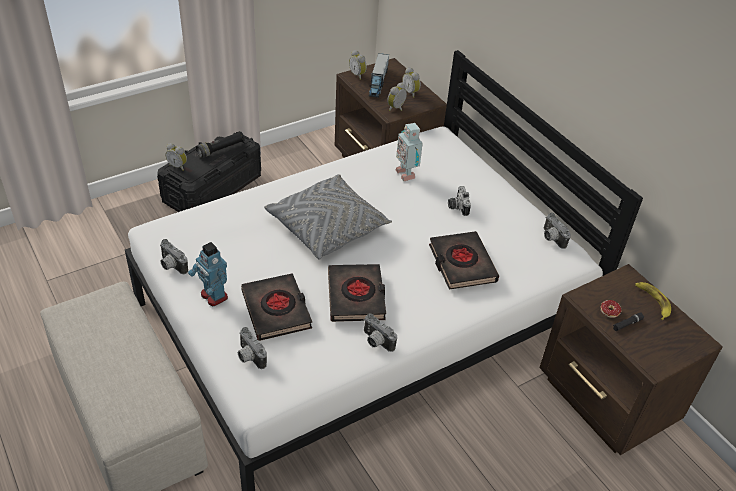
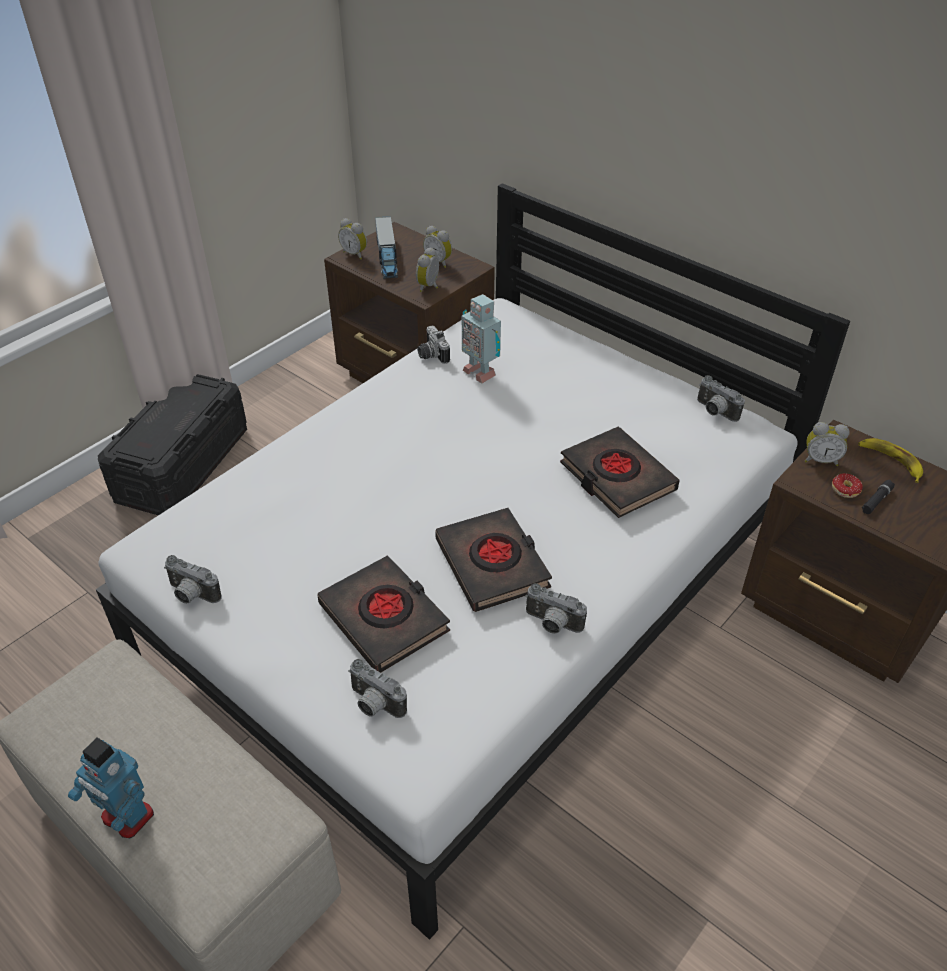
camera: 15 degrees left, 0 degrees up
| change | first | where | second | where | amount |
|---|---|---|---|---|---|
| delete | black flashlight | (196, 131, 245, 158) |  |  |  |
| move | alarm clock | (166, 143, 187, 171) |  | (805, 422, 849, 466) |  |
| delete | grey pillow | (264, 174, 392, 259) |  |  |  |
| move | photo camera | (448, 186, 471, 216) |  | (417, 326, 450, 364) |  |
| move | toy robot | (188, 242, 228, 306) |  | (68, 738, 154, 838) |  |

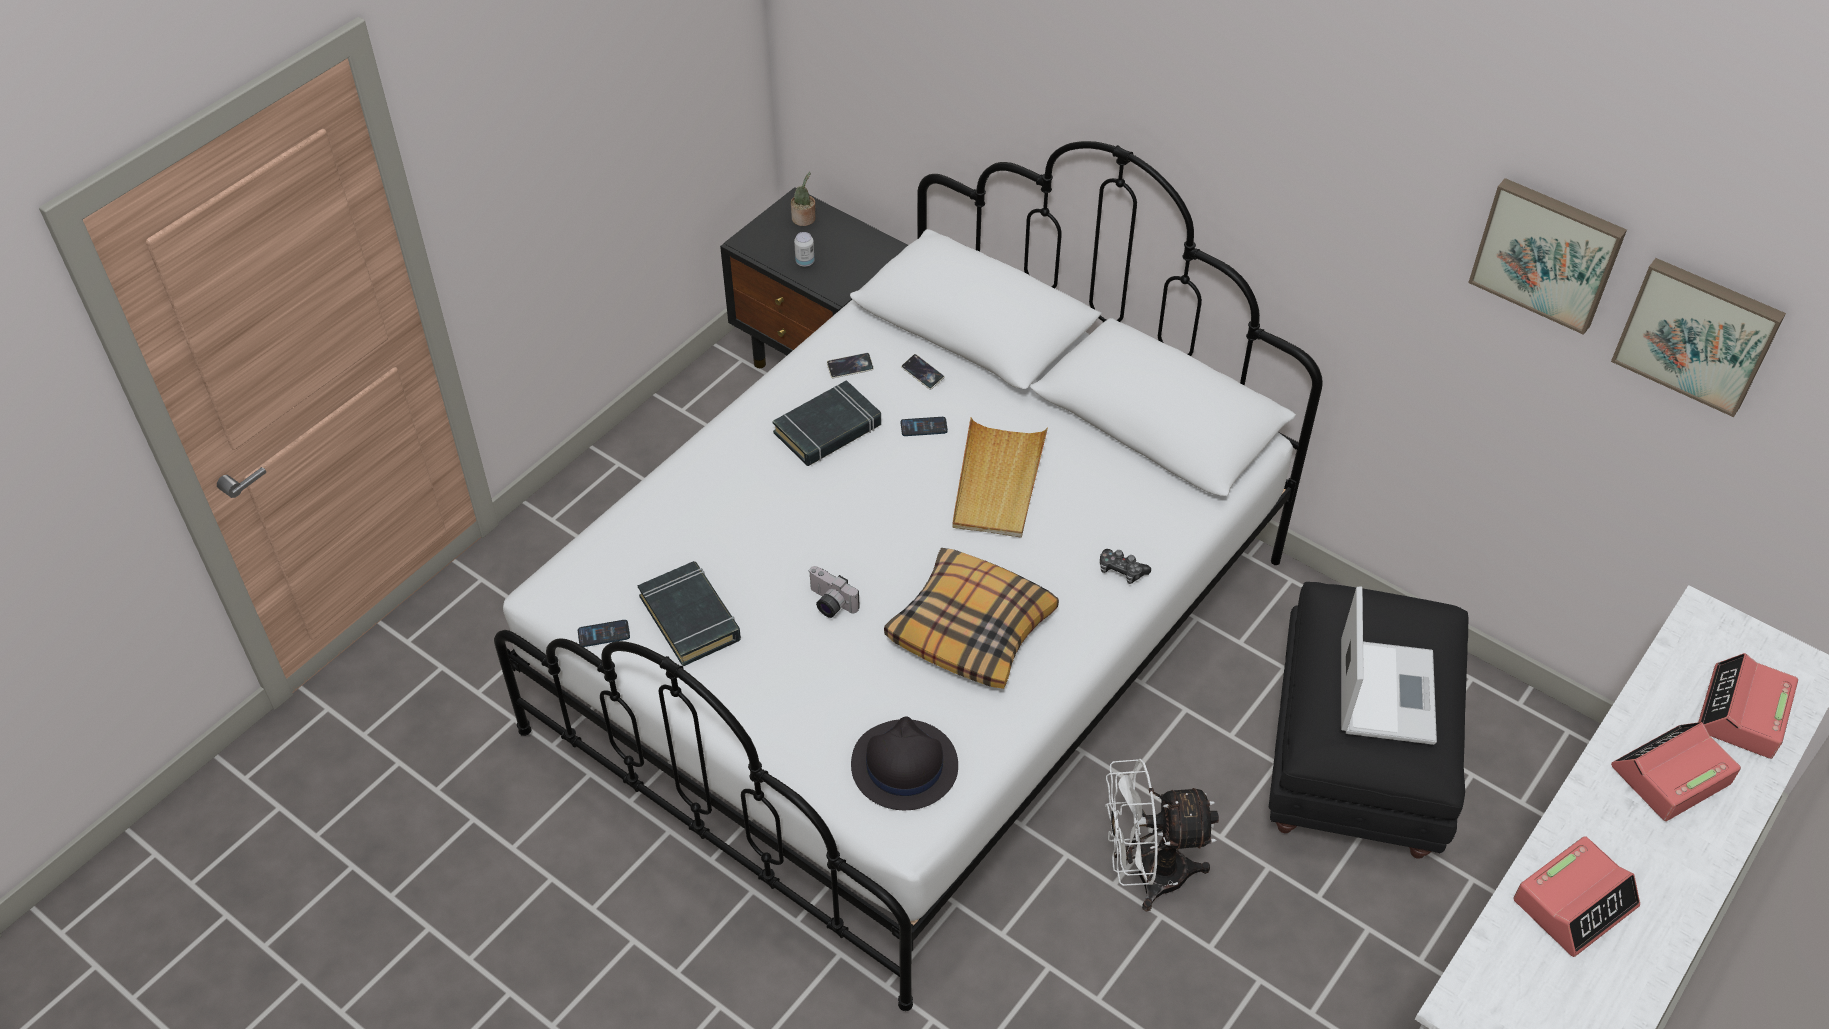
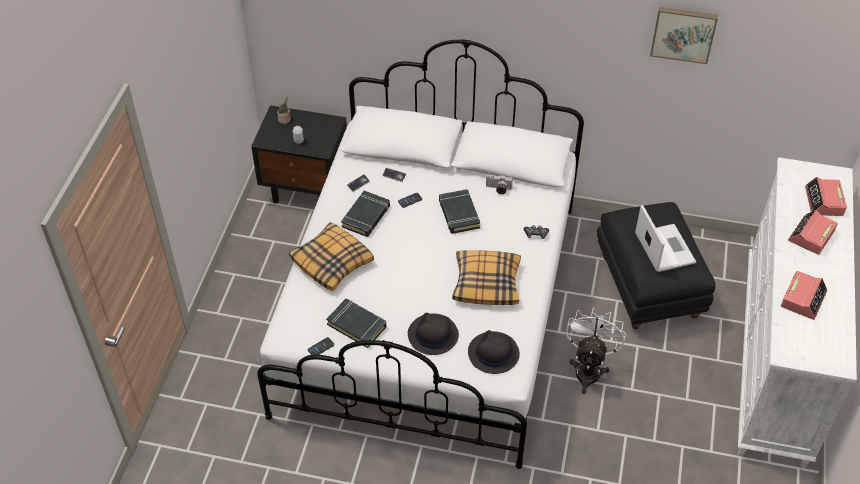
camera: 25 degrees left, 0 degrees up
| change | first | where | second | where | amount |
|---|---|---|---|---|---|
| delete | picture | (1611, 258, 1786, 417) |  |  |  |
| replace | beige tray | (952, 417, 1048, 538) | black book | (439, 189, 480, 234) |  |
| move | photo camera | (808, 566, 860, 618) |  | (486, 174, 513, 194) |  |
| rotate | white fan | (1105, 759, 1219, 912) |  | (566, 307, 626, 394) | 135 degrees clockwise |
| insert |  |  | pillow | (289, 222, 374, 291) |  |
| insert |  |  | black hat | (408, 313, 459, 355) |  |

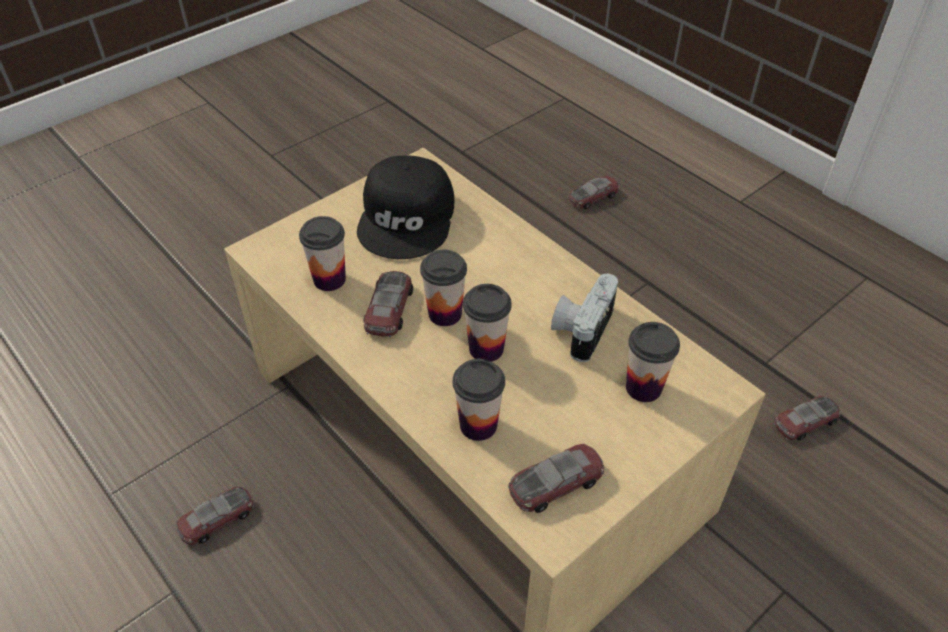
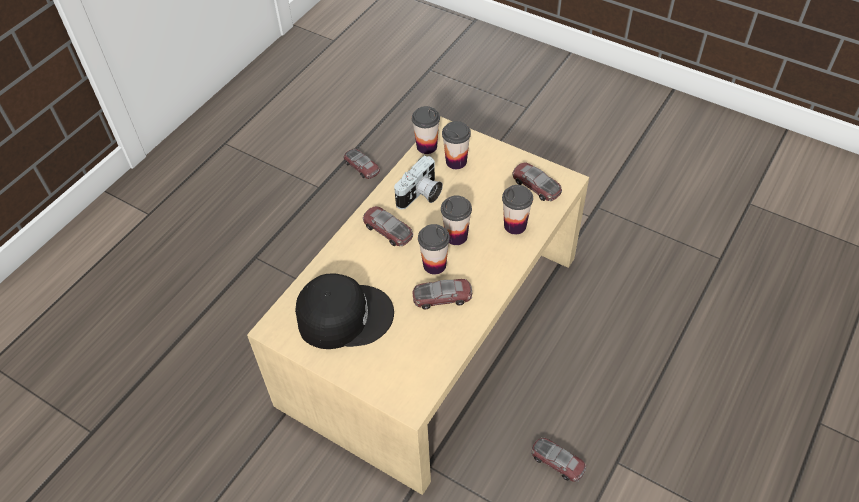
camera: 105 degrees left, 5 degrees up
| change | first | where | second | where | amount |
|---|---|---|---|---|---|
| move | toy car | (568, 176, 619, 209) |  | (363, 206, 414, 246) |  |
| move | cup | (299, 216, 346, 291) |  | (412, 106, 440, 154) |  |
| rotate | photo camera | (551, 274, 618, 362) |  | (394, 156, 443, 209) | 60 degrees counterclockwise |

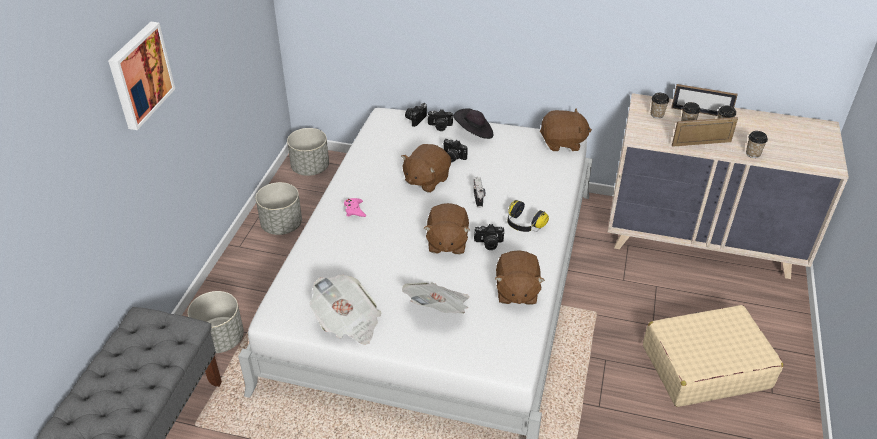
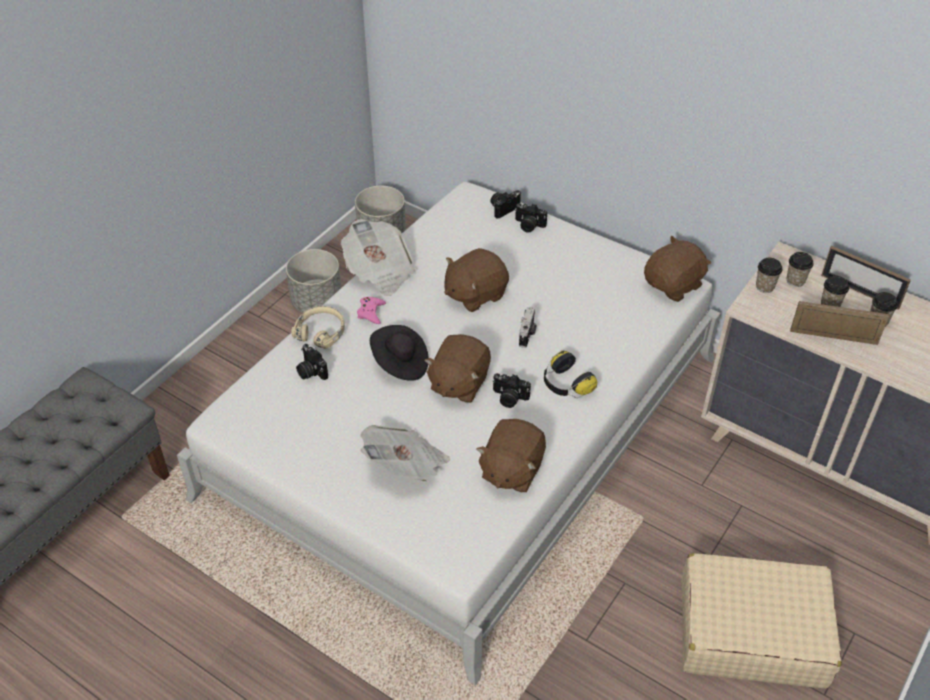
camera: 20 degrees right, 5 degrees up
| change | first | where | second | where | amount |
|---|---|---|---|---|---|
| delete | picture | (108, 22, 175, 130) |  |  |  |
| move | black hat | (453, 108, 493, 139) |  | (370, 325, 429, 381) |  |
| rotate | brown plush toy | (540, 108, 592, 151) |  | (644, 236, 712, 302) | 60 degrees counterclockwise |
| move | cup | (746, 131, 768, 158) |  | (756, 258, 782, 293) |  |
| move | photo camera | (443, 139, 468, 162) |  | (296, 344, 328, 380) |  |
| move | newspaper | (309, 275, 382, 345) |  | (341, 219, 415, 296) |  |
| delete | grey planter | (187, 291, 244, 353) |  |  |  |
| insert |  |  | beige headphones | (291, 306, 345, 349) |  |

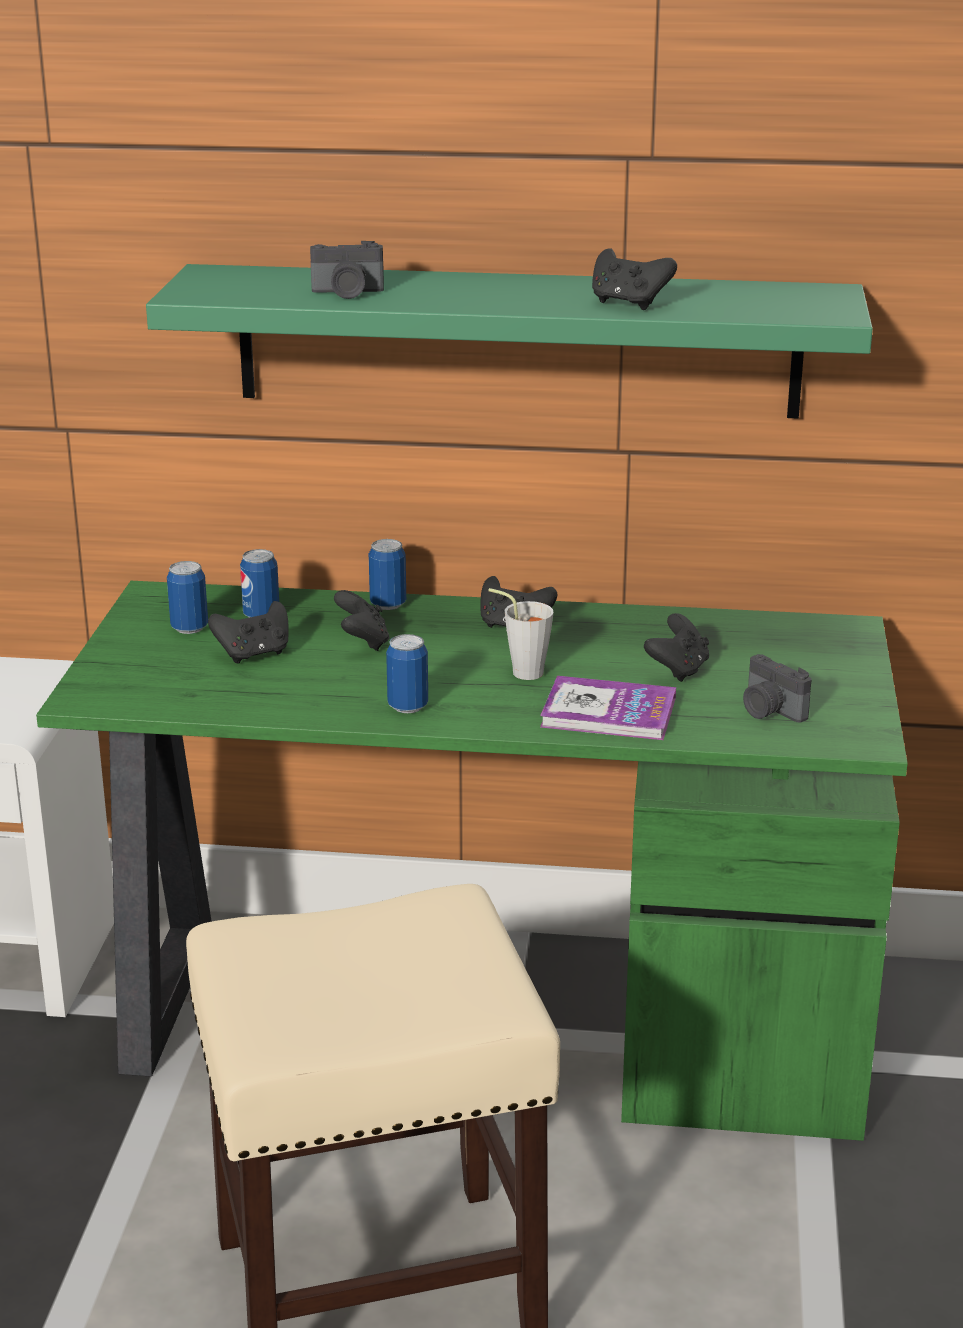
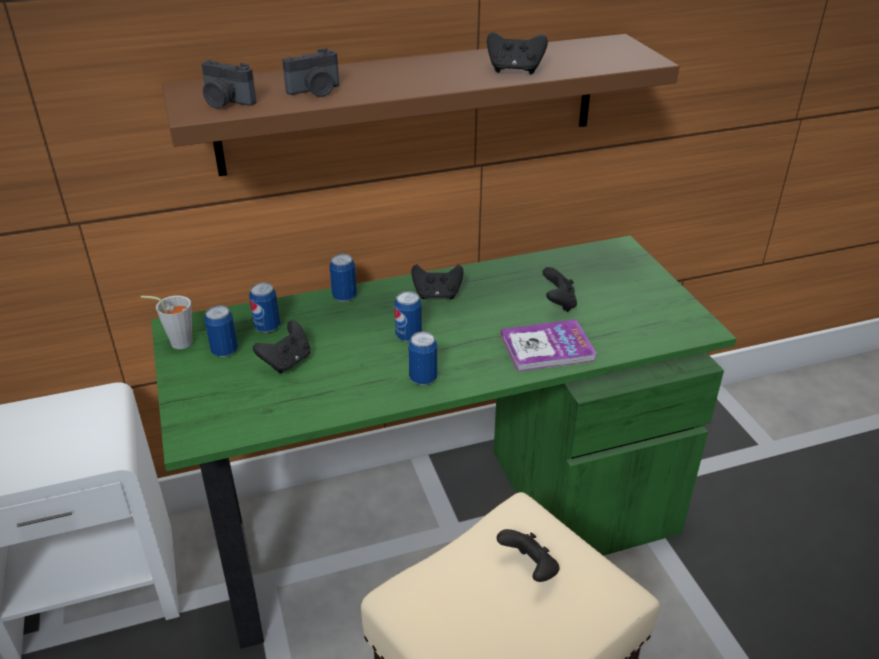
camera: 25 degrees left, 10 degrees up
| change | first | where | second | where | amount |
|---|---|---|---|---|---|
| recolor | green shelf | (146, 264, 873, 419) | brown shelf | (162, 34, 679, 176) |  |
| move | grey cup | (488, 588, 553, 680) |  | (141, 295, 193, 349) |  |
| move | black game controller | (334, 590, 390, 651) |  | (497, 529, 559, 582) |  |
| move | photo camera | (743, 654, 812, 723) |  | (201, 60, 257, 109) |  |
| insert |  |  | can | (394, 291, 422, 342) |  |

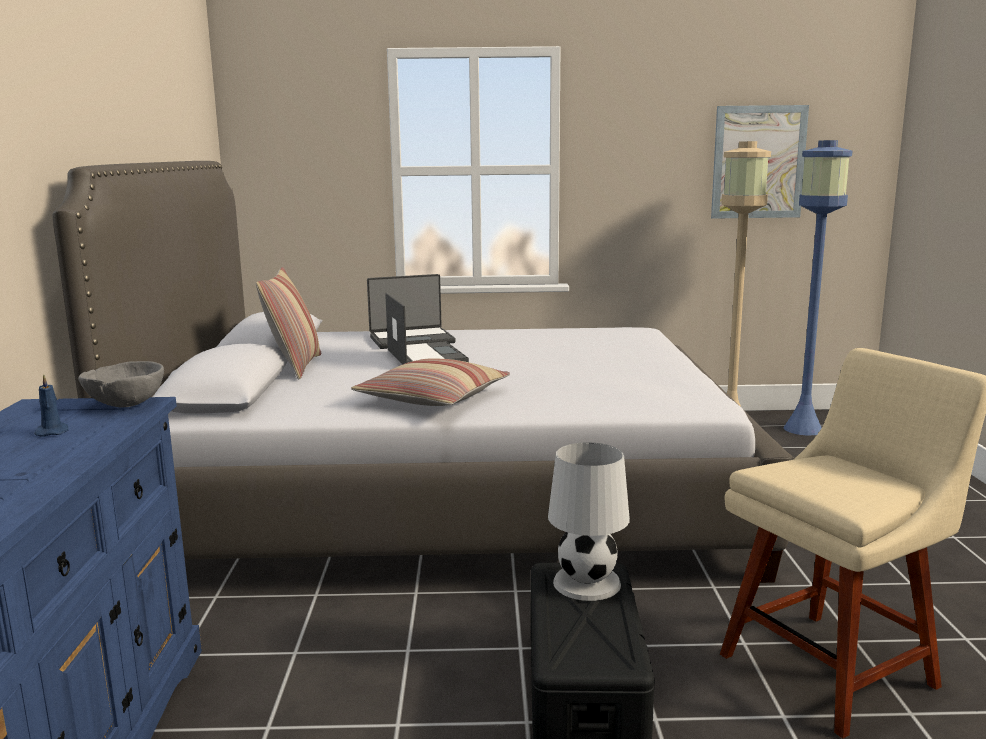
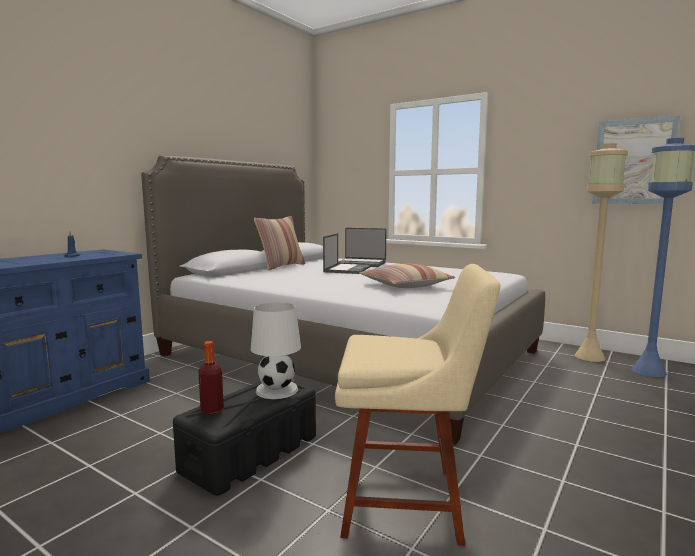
camera: 35 degrees right, 5 degrees down
| change | first | where | second | where | amount |
|---|---|---|---|---|---|
| move | pillow | (351, 358, 510, 406) |  | (359, 263, 455, 288) |  |
| delete | grey bowl | (78, 361, 164, 407) |  |  |  |
| insert |  |  | bottle | (198, 341, 224, 415) |  |

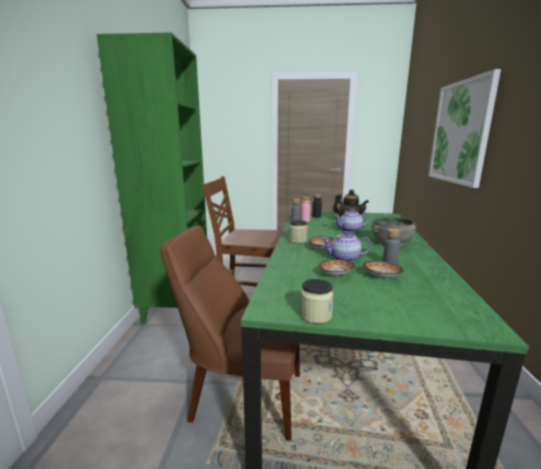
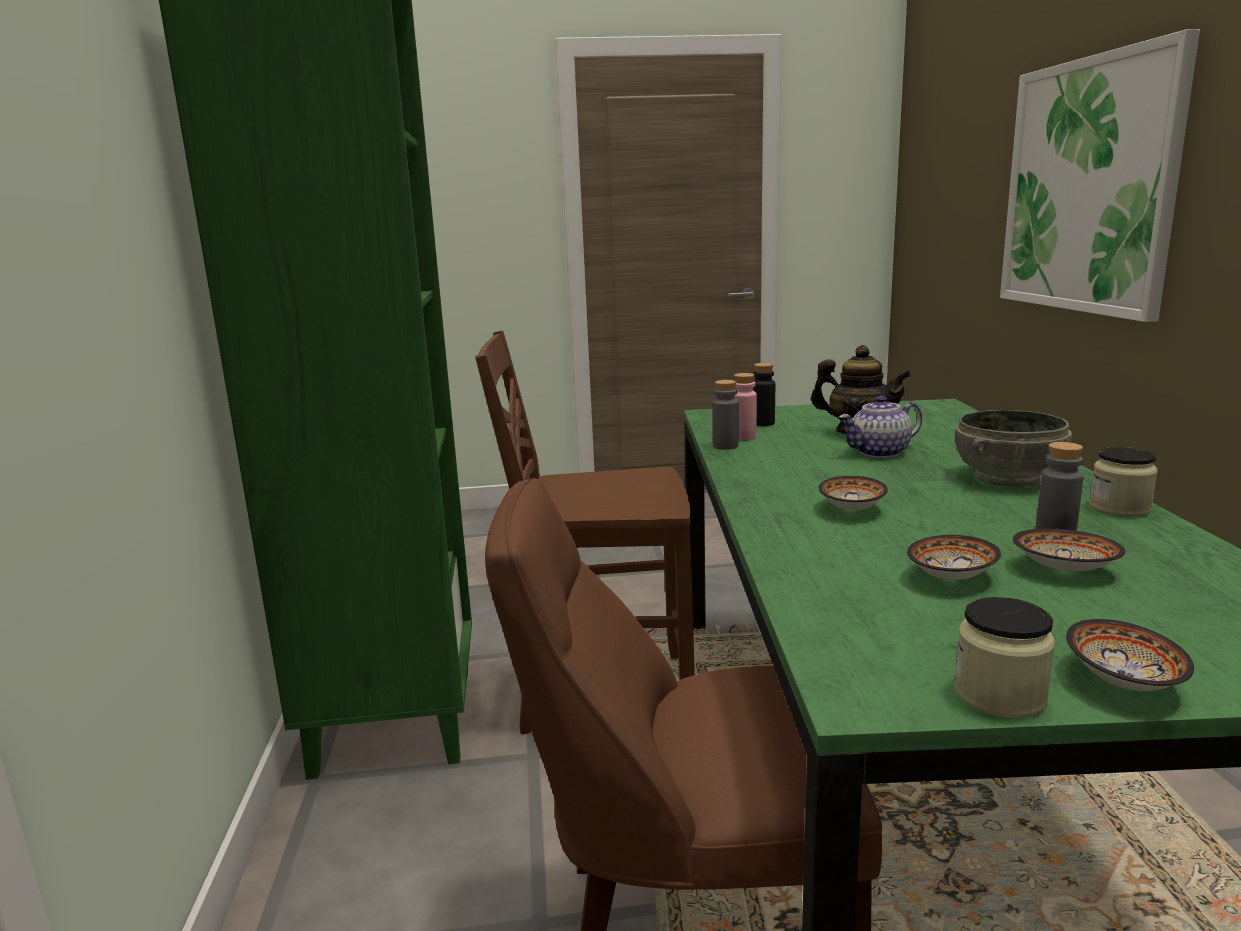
camera: 10 degrees left, 0 degrees up
| change | first | where | second | where | amount |
|---|---|---|---|---|---|
| move | jar | (289, 220, 308, 243) |  | (1089, 447, 1158, 517) |  |
| delete | teapot | (321, 231, 372, 262) |  |  |  |
| insert |  |  | bowl | (1066, 619, 1194, 691) |  |

